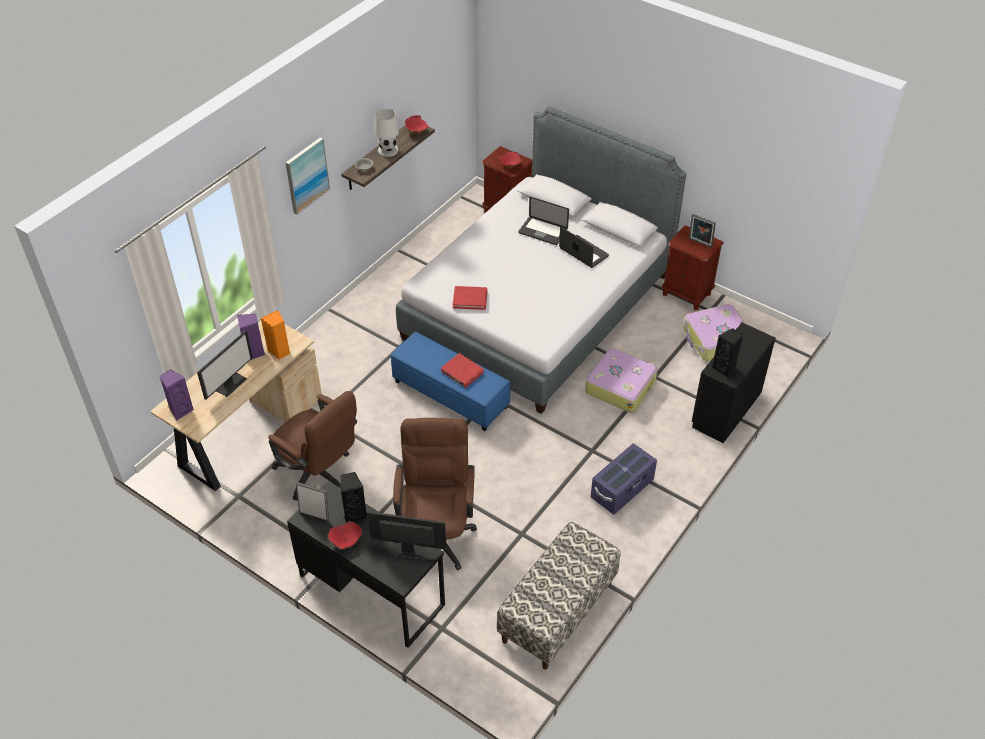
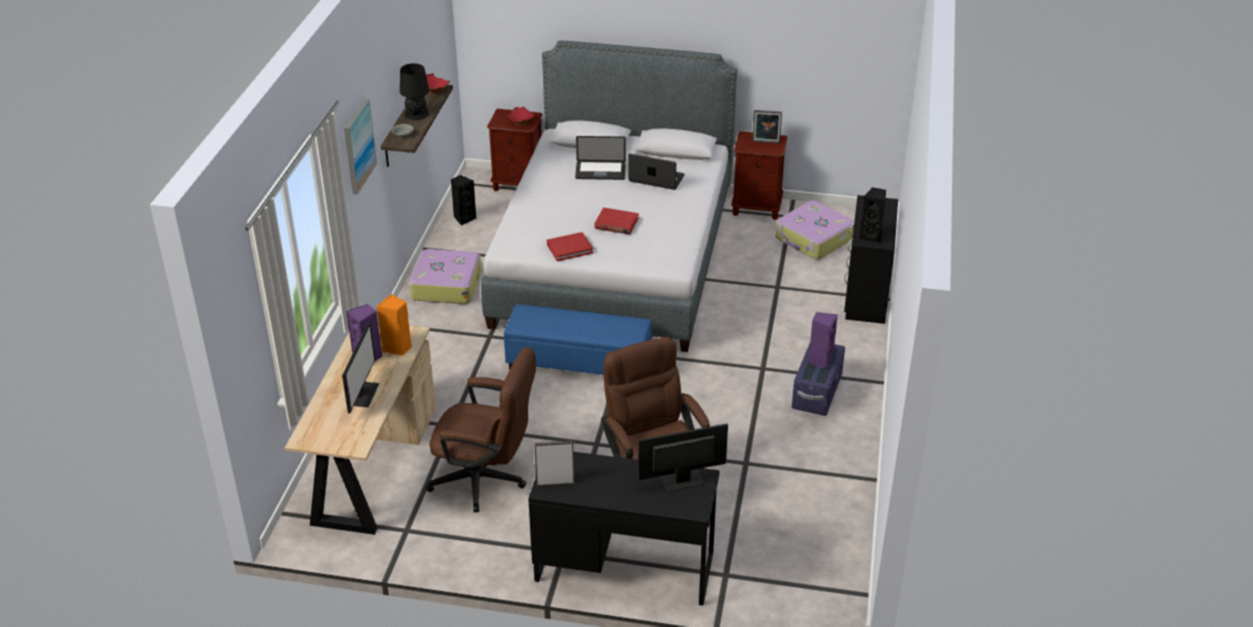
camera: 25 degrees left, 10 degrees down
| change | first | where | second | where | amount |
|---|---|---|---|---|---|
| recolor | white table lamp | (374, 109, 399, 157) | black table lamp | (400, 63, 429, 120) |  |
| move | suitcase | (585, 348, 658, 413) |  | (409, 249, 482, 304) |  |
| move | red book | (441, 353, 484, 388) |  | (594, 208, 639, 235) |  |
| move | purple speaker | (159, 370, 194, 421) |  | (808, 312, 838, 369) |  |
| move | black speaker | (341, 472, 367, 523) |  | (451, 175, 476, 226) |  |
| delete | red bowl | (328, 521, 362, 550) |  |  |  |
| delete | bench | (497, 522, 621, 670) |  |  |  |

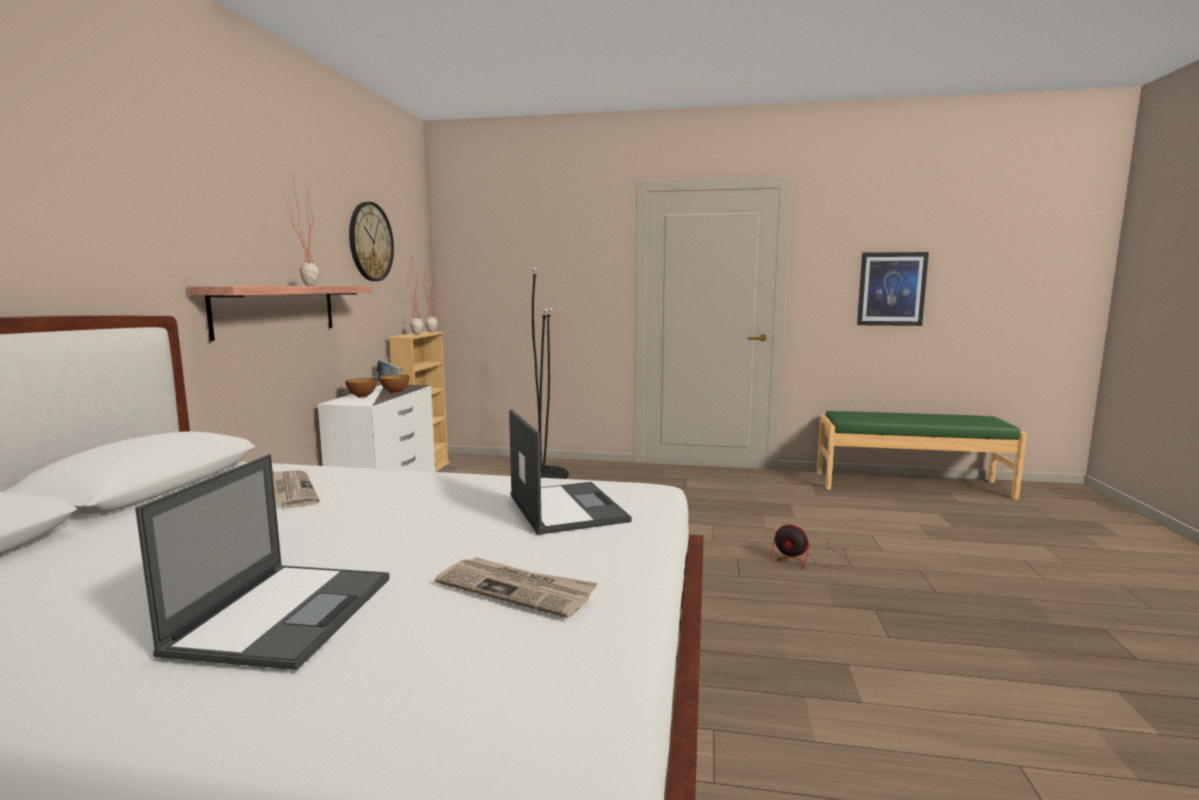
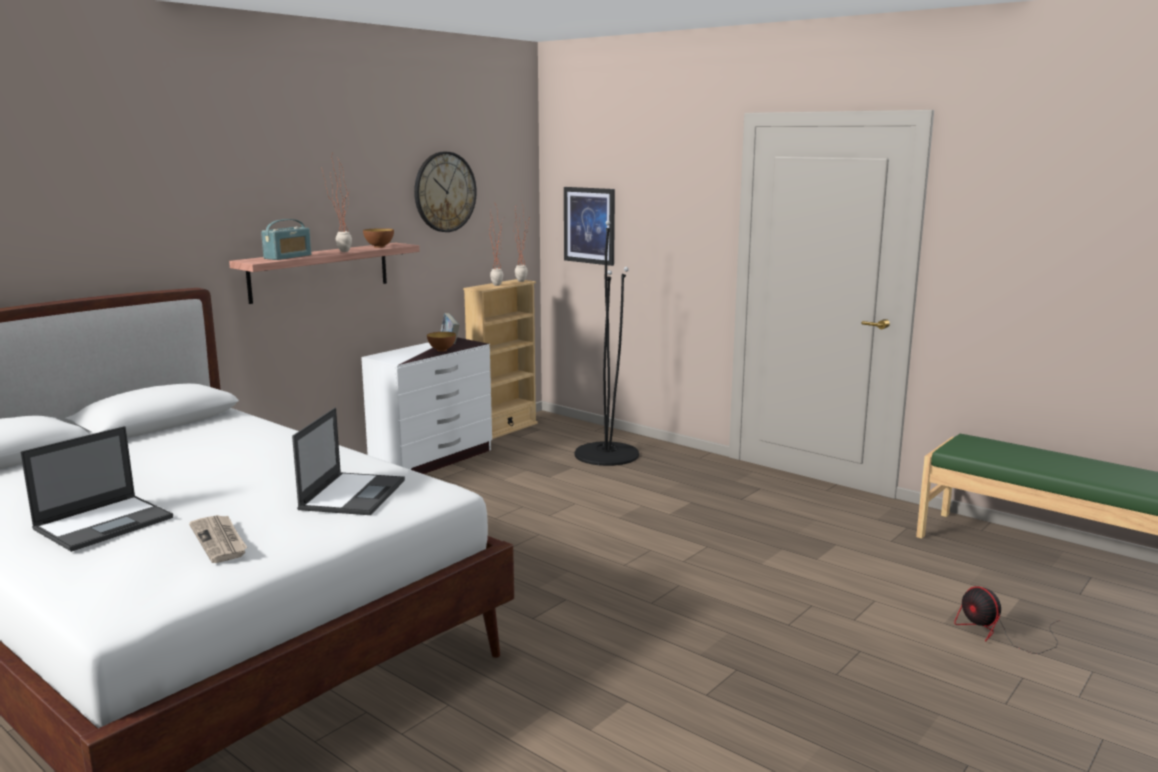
camera: 30 degrees right, 5 degrees up
| change | first | where | second | where | amount |
|---|---|---|---|---|---|
| move | picture | (857, 252, 929, 326) |  | (564, 187, 615, 266) |  |
| move | bowl | (345, 378, 377, 398) |  | (363, 228, 394, 248) |  |
| delete | newspaper | (273, 470, 320, 508) |  |  |  |
| move | fan | (771, 525, 846, 569) |  | (954, 586, 1060, 654) |  |
| insert |  |  | radio | (261, 219, 311, 260) |  |

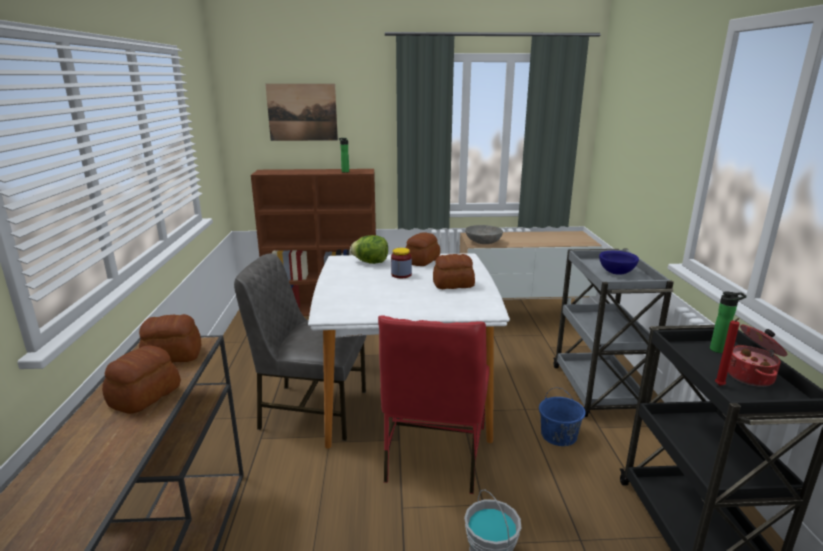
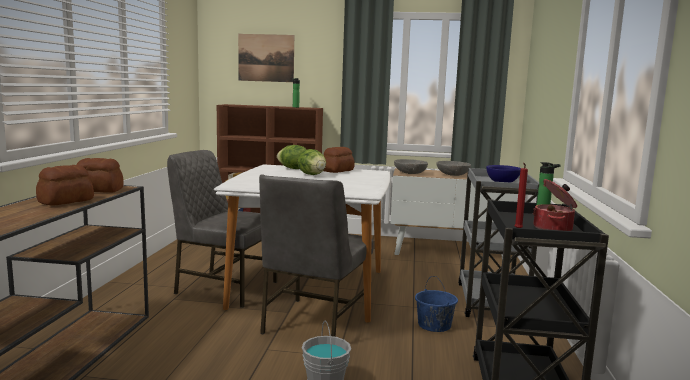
camera: 10 degrees right, 10 degrees down
| change | first | where | second | where | amount |
|---|---|---|---|---|---|
| replace | jar | (391, 248, 412, 278) | lettuce | (298, 149, 326, 175) |  |
| delete | bread | (433, 254, 475, 289) |  |  |  |
| recolor | red chair | (378, 315, 490, 494) | grey chair | (259, 175, 374, 337) |  |
| insert |  |  | grey bowl | (436, 161, 471, 176) |  |

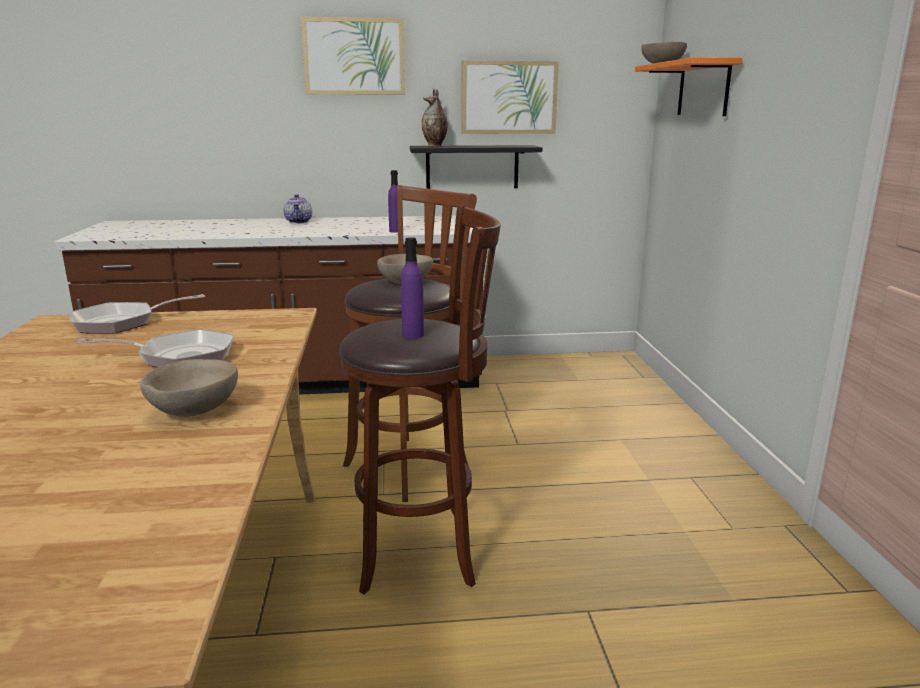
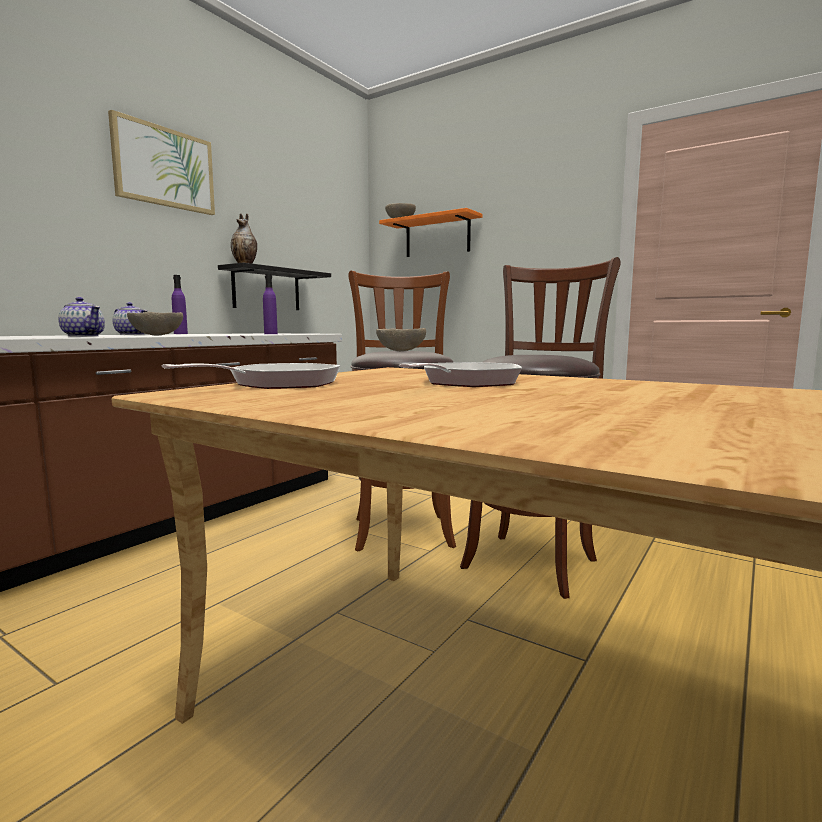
camera: 50 degrees left, 10 degrees down
| change | first | where | second | where | amount |
|---|---|---|---|---|---|
| delete | picture | (462, 60, 559, 134) |  |  |  |
| move | purple bottle | (401, 237, 424, 339) |  | (172, 275, 188, 334) |  |
| rotate | frying pan | (70, 294, 205, 334) |  | (162, 363, 341, 389) | 150 degrees counterclockwise |
| move | beige bowl | (141, 359, 238, 417) |  | (127, 312, 183, 335) |  |
| insert |  |  | teapot | (58, 297, 105, 336) |  |

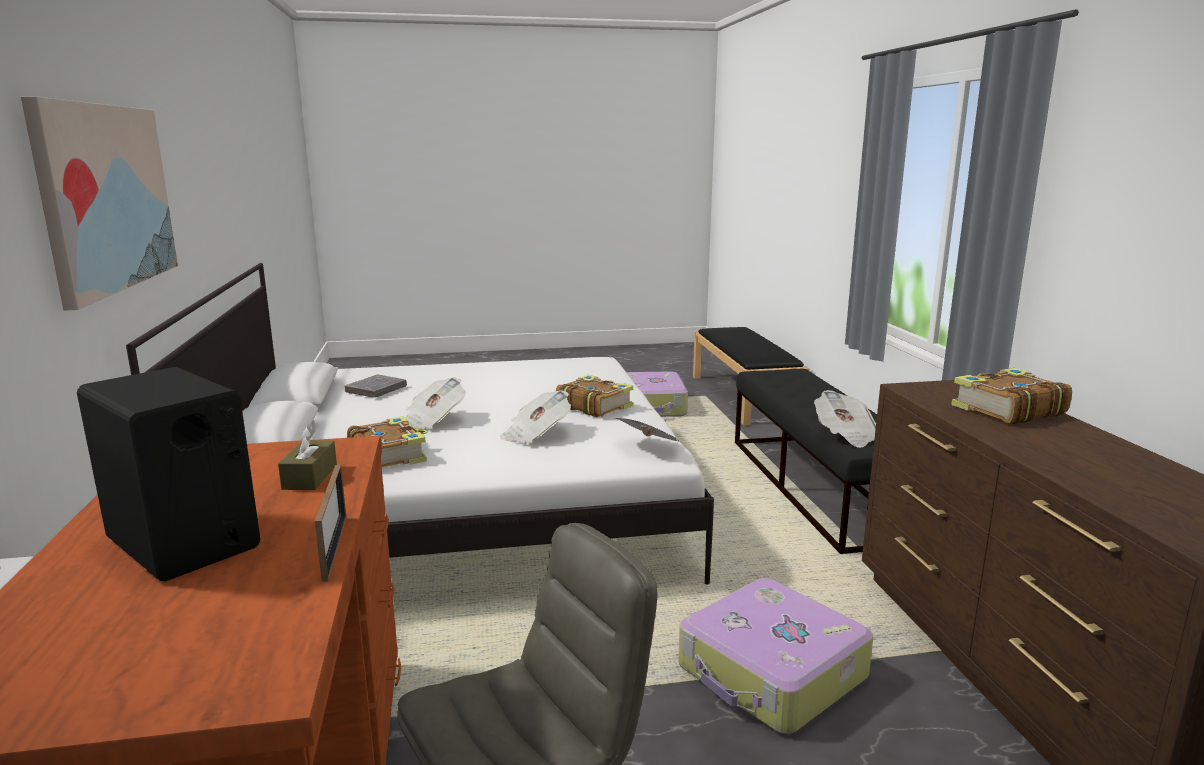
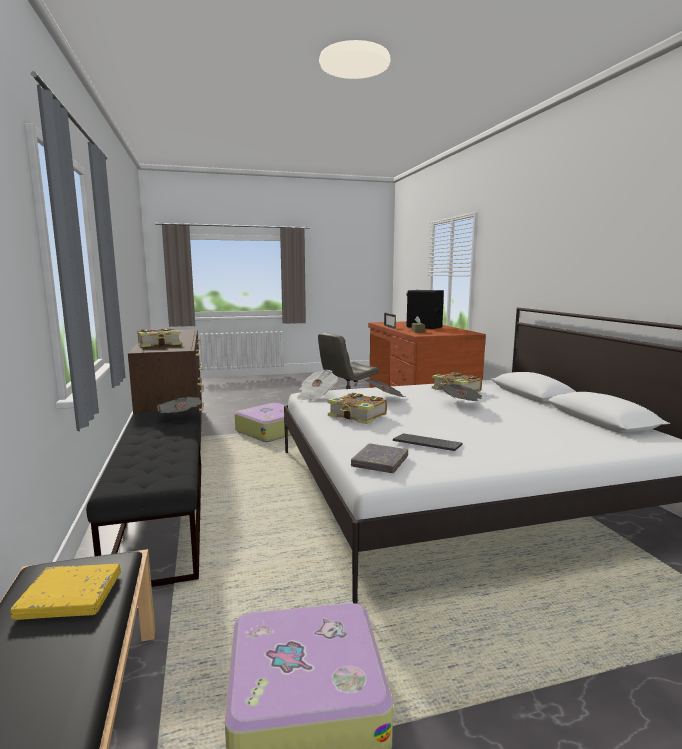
camera: 175 degrees right, 5 degrees down
| change | first | where | second | where | amount |
|---|---|---|---|---|---|
| delete | picture | (21, 96, 178, 311) |  |  |  |
| move | grey book | (344, 375, 407, 398) |  | (351, 443, 408, 473) |  |
| insert |  |  | keyboard | (393, 433, 463, 451) |  |
| insert |  |  | yellow book | (11, 564, 121, 620) |  |

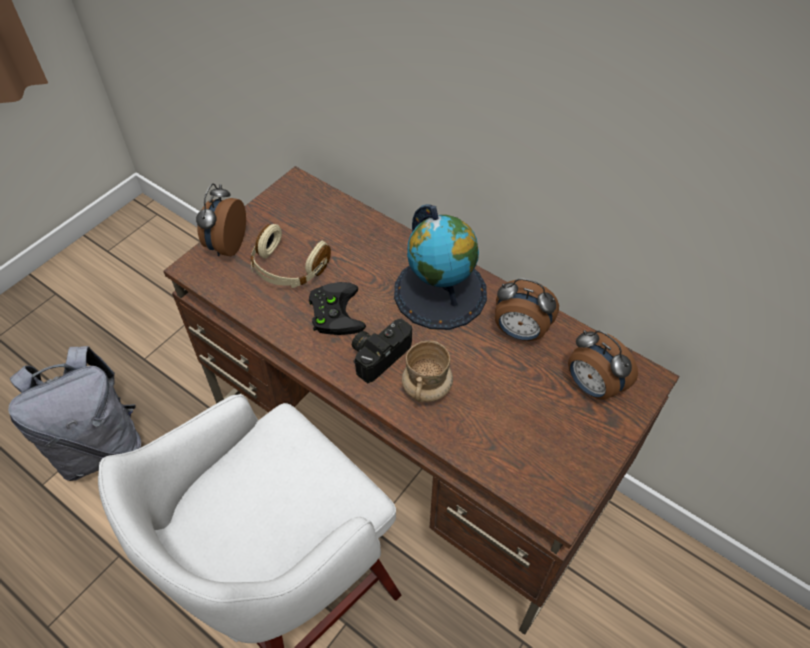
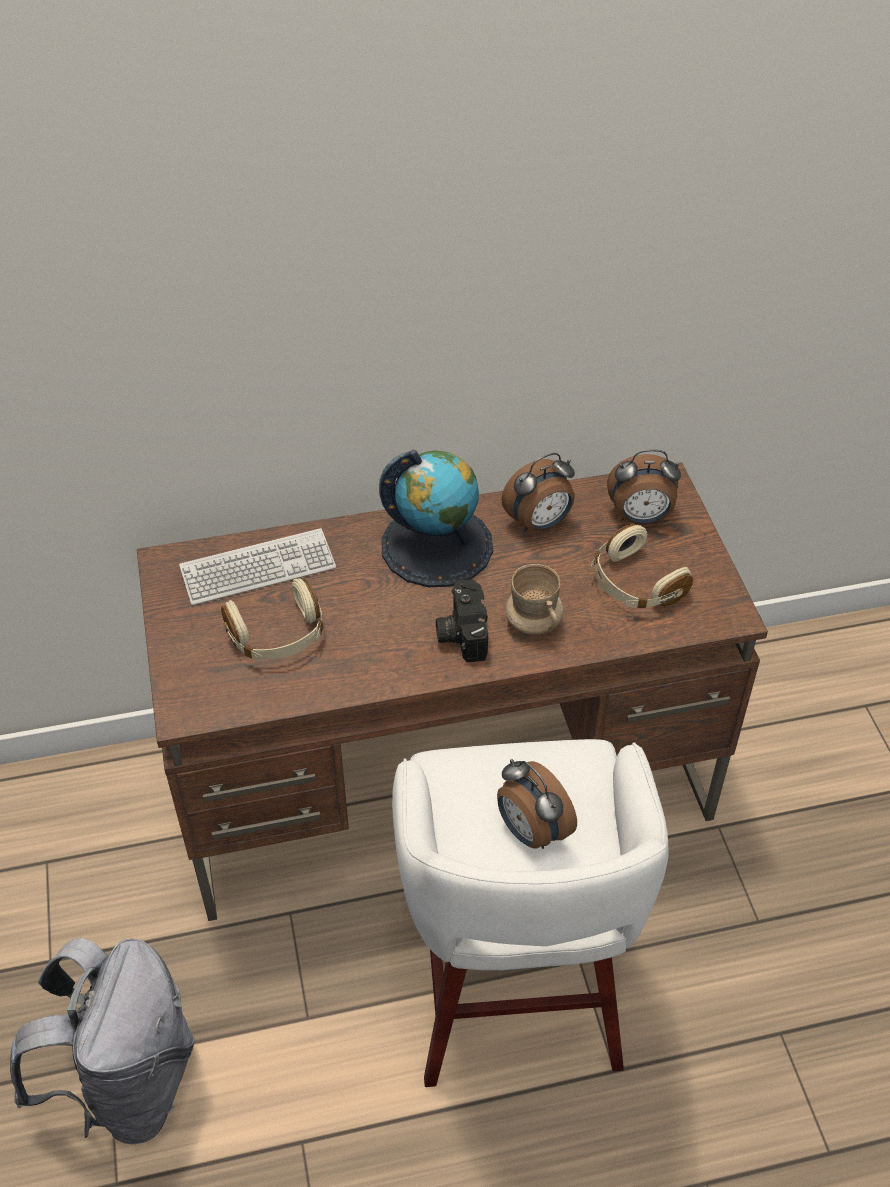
camera: 50 degrees left, 5 degrees down
| change | first | where | second | where | amount |
|---|---|---|---|---|---|
| move | alarm clock | (196, 183, 246, 256) |  | (497, 759, 577, 849) |  |
| delete | black game controller | (309, 282, 366, 335) |  |  |  |
| insert |  |  | beige headphones | (590, 524, 693, 608) |  |
| insert |  |  | keyboard | (179, 528, 336, 605) |  |

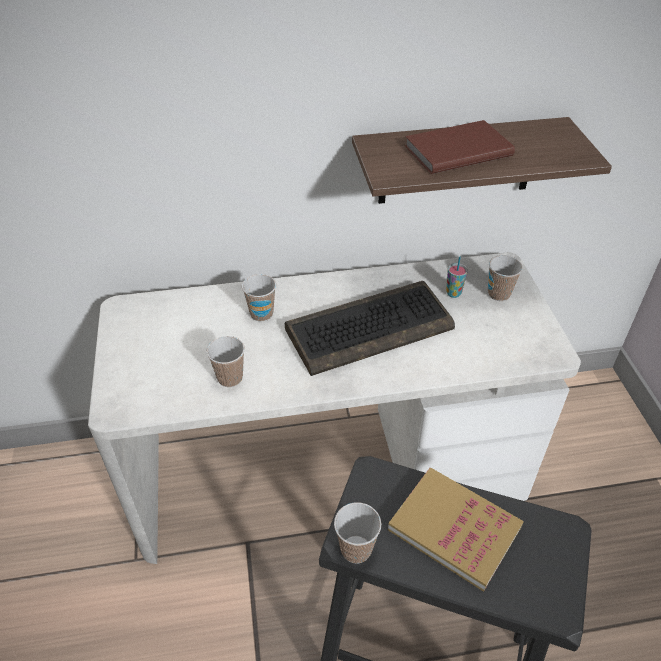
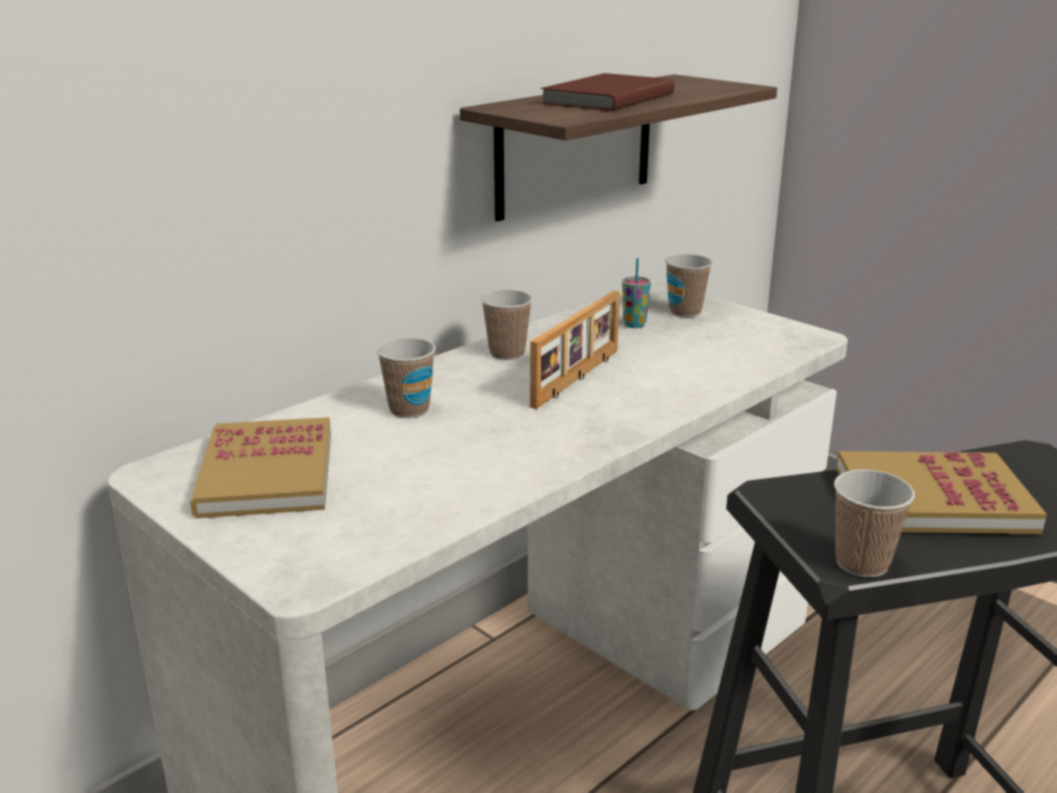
camera: 35 degrees left, 20 degrees down
| change | first | where | second | where | amount |
|---|---|---|---|---|---|
| replace | keyboard | (285, 281, 455, 376) | picture frame | (530, 291, 620, 409) |  |
| move | cup | (207, 336, 245, 387) |  | (481, 290, 533, 360) |  |
| insert |  |  | book | (190, 417, 331, 518) |  |

